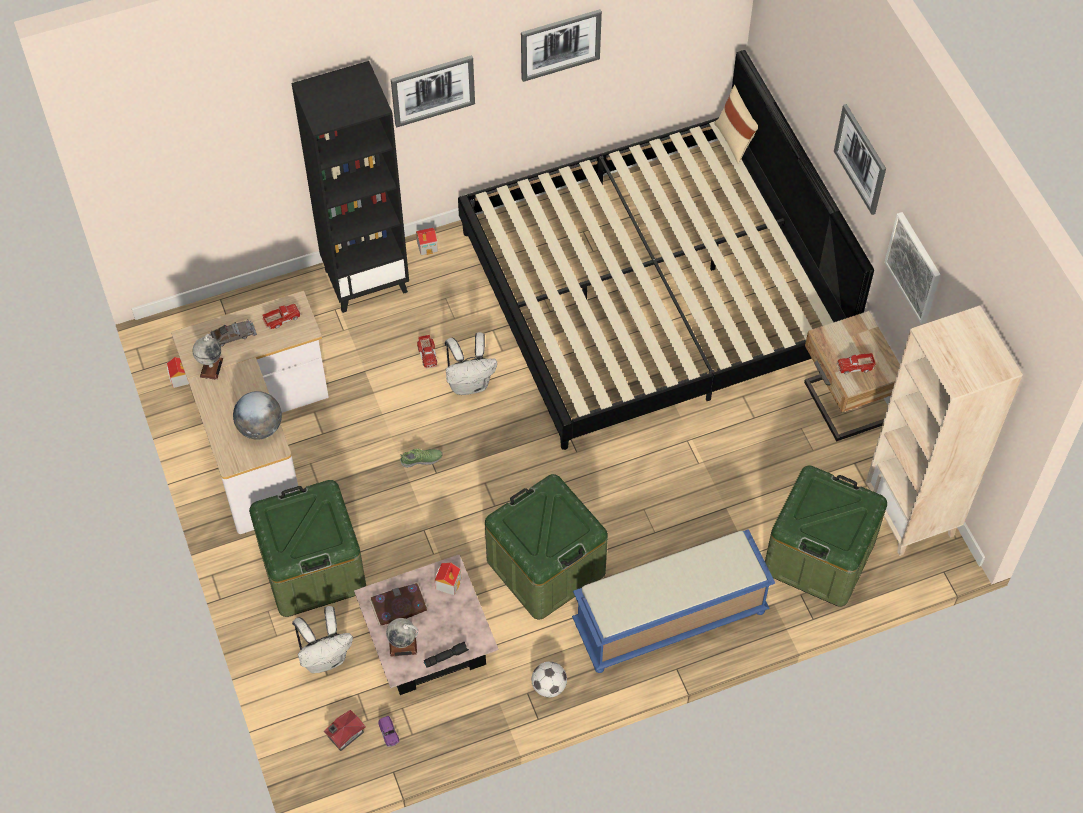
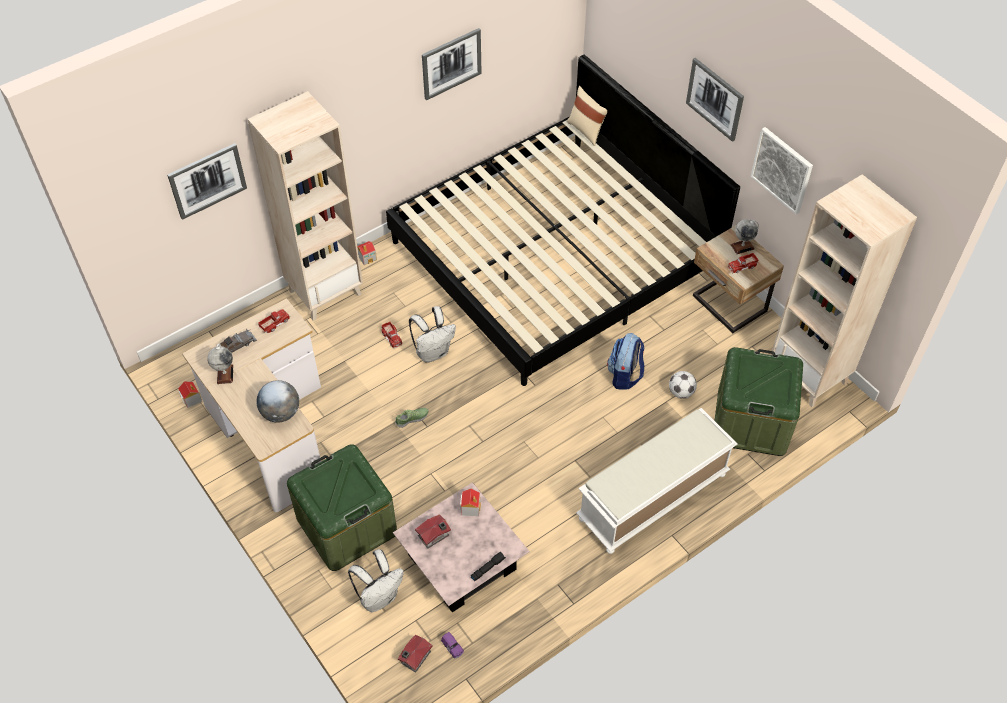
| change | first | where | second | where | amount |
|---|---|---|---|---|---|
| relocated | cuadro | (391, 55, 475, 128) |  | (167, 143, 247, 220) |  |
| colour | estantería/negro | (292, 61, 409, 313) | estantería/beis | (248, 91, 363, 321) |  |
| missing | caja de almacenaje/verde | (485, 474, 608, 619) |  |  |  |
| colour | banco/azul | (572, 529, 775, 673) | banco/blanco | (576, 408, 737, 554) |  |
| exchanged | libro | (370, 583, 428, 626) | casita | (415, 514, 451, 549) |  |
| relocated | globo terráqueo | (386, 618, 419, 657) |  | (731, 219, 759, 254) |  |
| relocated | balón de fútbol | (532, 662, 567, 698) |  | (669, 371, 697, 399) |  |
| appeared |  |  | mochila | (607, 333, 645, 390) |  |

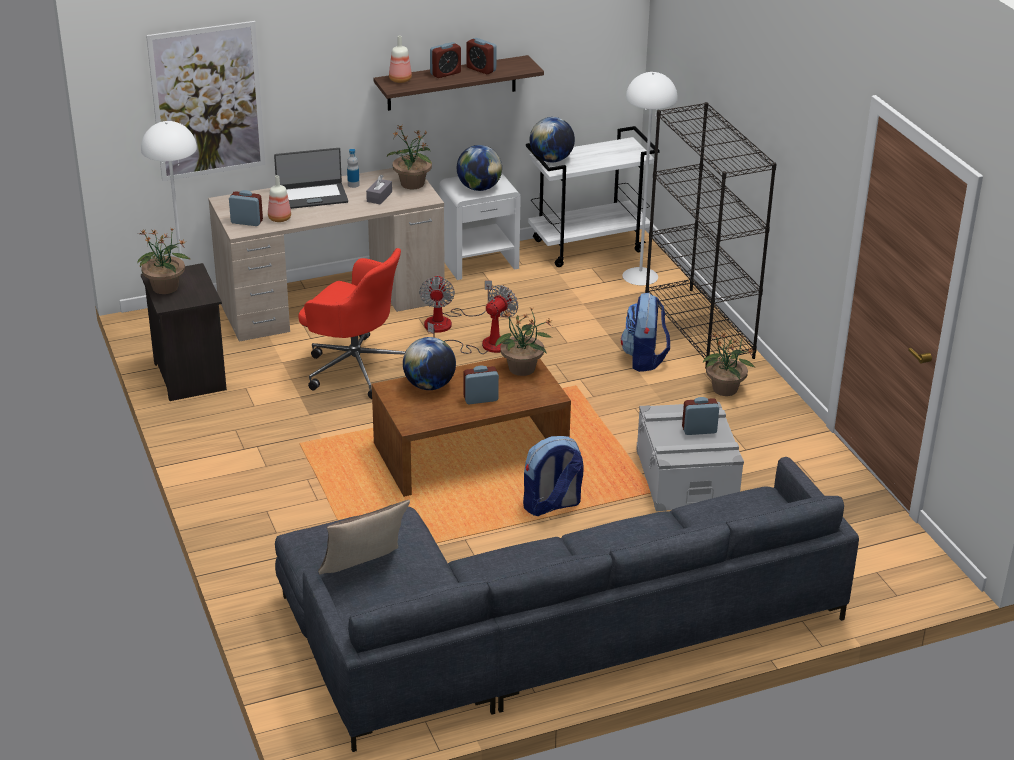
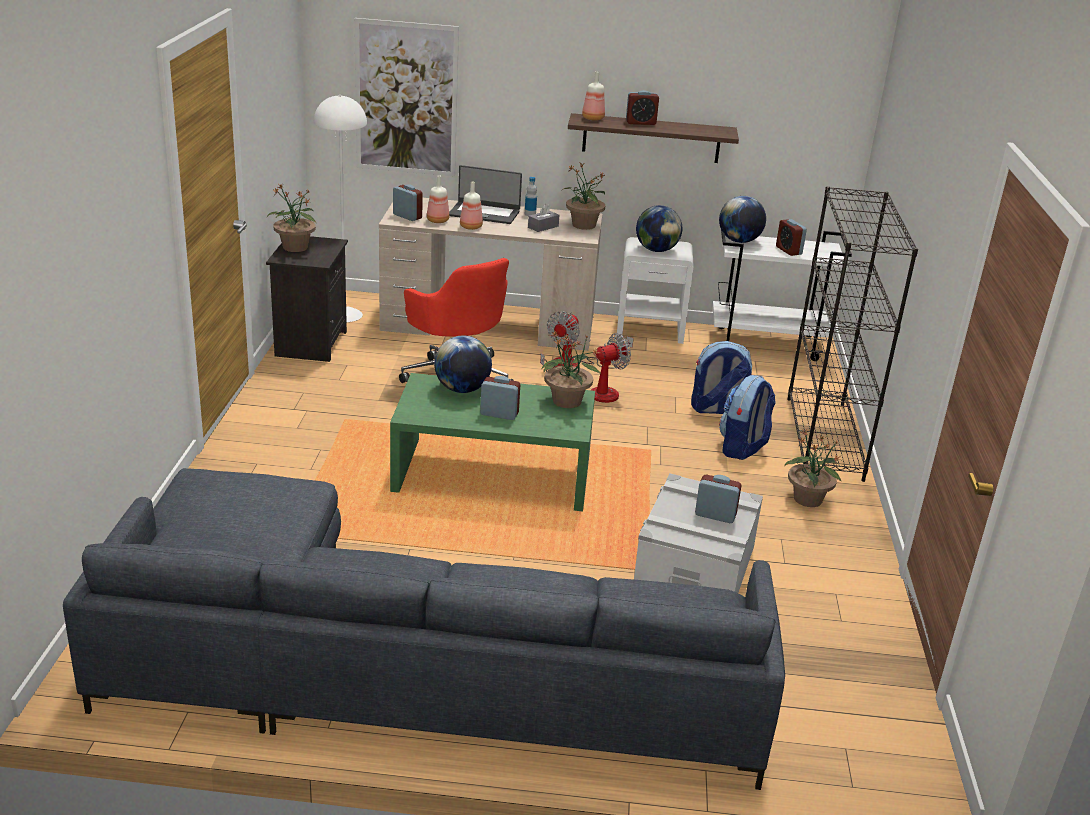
| change | first | where | second | where | amount |
|---|---|---|---|---|---|
| relocated | despertador | (467, 38, 497, 74) |  | (776, 219, 807, 256) |  |
| missing | lámpara de pie/blanco | (622, 72, 678, 285) |  |  |  |
| colour | mesa de centro/marrón | (372, 357, 571, 497) | mesa de centro/verde | (390, 373, 595, 511) |  |
| relocated | mochila | (523, 436, 584, 516) |  | (691, 341, 752, 414) |  |
| missing | cojín | (318, 500, 410, 575) |  |  |  |
| appeared |  |  | botella | (460, 181, 483, 230) |  |

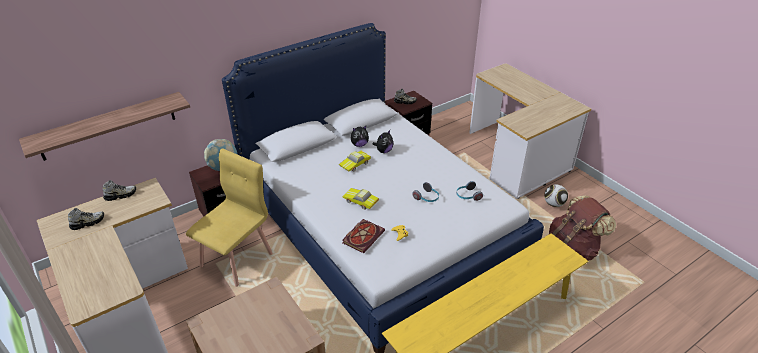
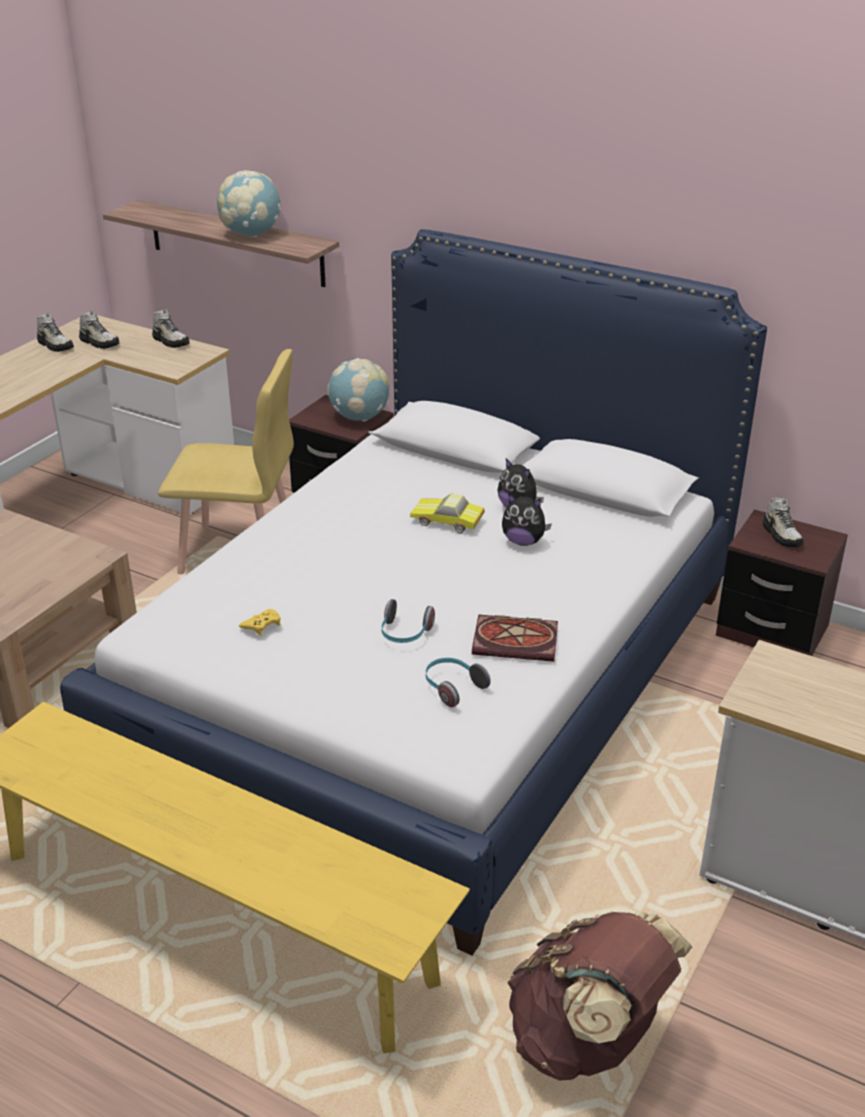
| change | first | where | second | where | amount |
|---|---|---|---|---|---|
| missing | balón de fútbol | (544, 184, 568, 207) |  |  |  |
| missing | coche de juguete | (342, 188, 379, 210) |  |  |  |
| relocated | libro | (342, 219, 385, 253) |  | (472, 614, 558, 662) |  |
| appeared |  |  | globo terráqueo | (217, 170, 281, 237) |  |
| appeared |  |  | zapato | (37, 313, 74, 352) |  |

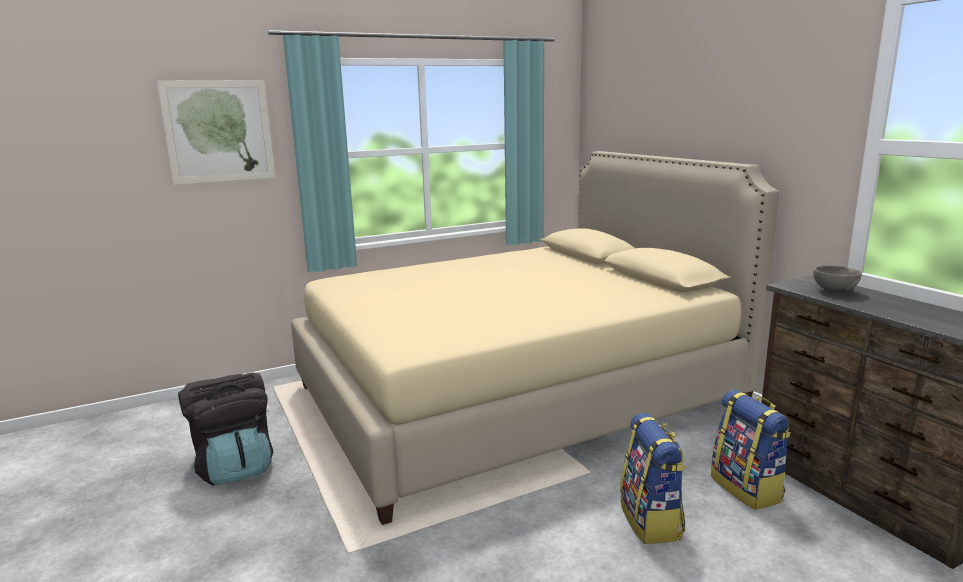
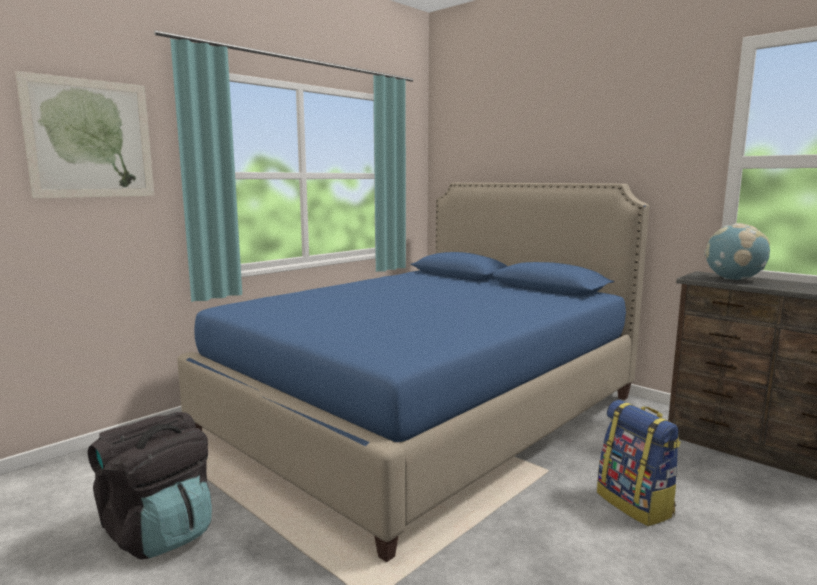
| change | first | where | second | where | amount |
|---|---|---|---|---|---|
| colour | cama/beis | (291, 151, 779, 525) | cama/azul | (177, 183, 649, 562) |  |
| exchanged | cuenco/gris | (813, 266, 862, 292) | globo terráqueo | (704, 223, 770, 280) |  |
| missing | mochila | (711, 389, 791, 510) |  |  |  |

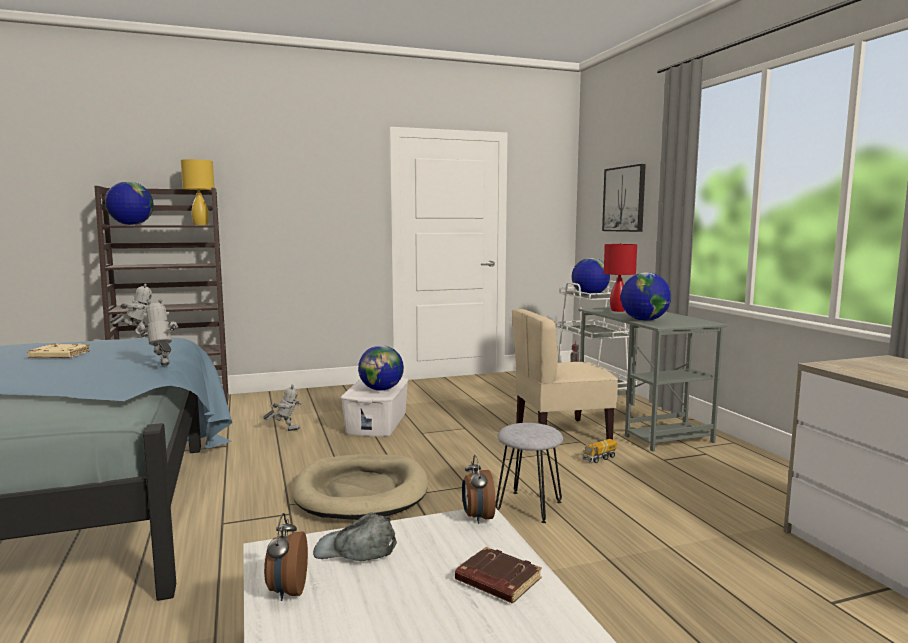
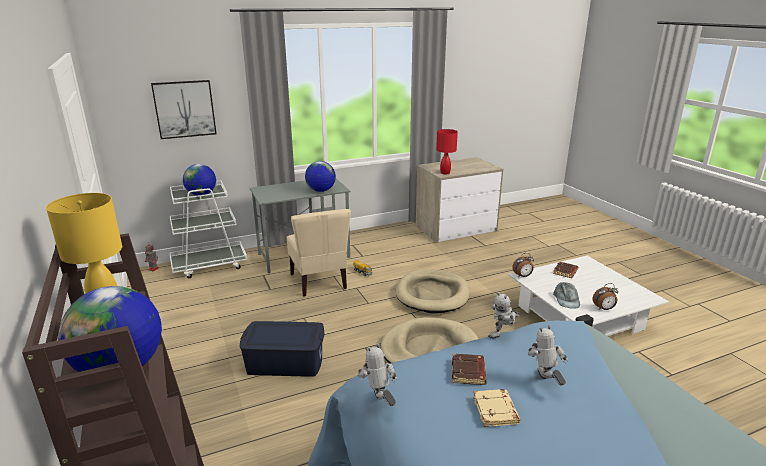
| change | first | where | second | where | amount |
|---|---|---|---|---|---|
| relocated | lámpara de mesa/rojo | (604, 243, 637, 312) |  | (436, 129, 458, 175) |  |
| missing | globo terráqueo | (358, 345, 404, 391) |  |  |  |
| colour | caja de almacenaje/blanco | (341, 378, 409, 436) | caja de almacenaje/azul | (240, 321, 325, 377) |  |
| relocated | robot de juguete | (263, 385, 302, 431) |  | (528, 325, 568, 386) |  |
| exchanged | taburete/gris | (496, 423, 563, 523) | cama para perro/beis | (396, 270, 470, 313) |  |
| appeared |  |  | libro/marrón | (452, 353, 487, 385) |  |

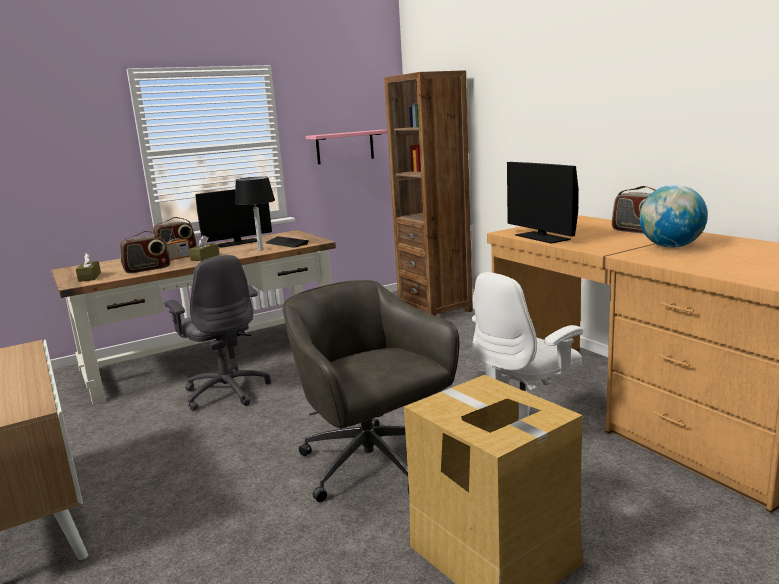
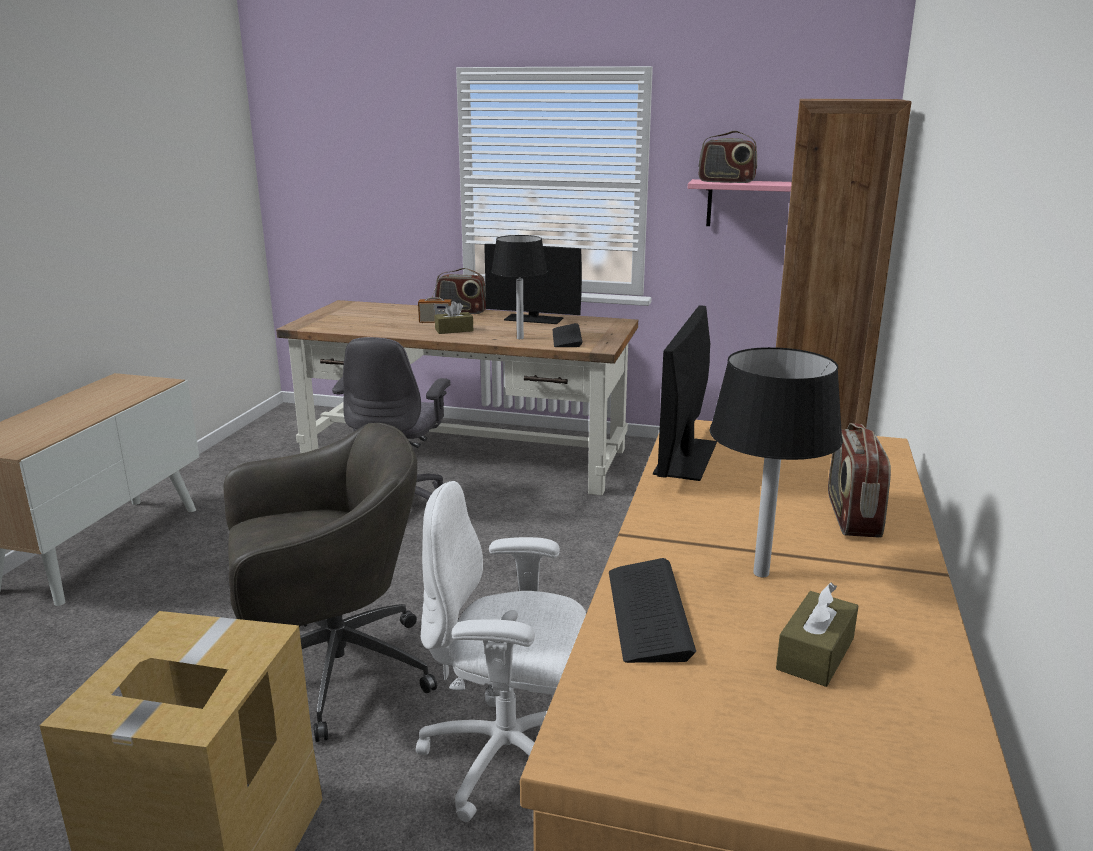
| change | first | where | second | where | amount |
|---|---|---|---|---|---|
| exchanged | globo terráqueo | (639, 185, 708, 248) | lámpara de mesa/negro | (710, 347, 843, 577) |  |
| relocated | radio | (120, 231, 170, 273) |  | (698, 131, 757, 183) |  |
| relocated | caja de pañuelos/marrón | (76, 253, 101, 282) |  | (776, 583, 858, 687) |  |
| spun | silla de oficina/gris | (282, 280, 459, 502) |  | (223, 423, 437, 742) | 60 degrees clockwise |
| appeared |  |  | teclado | (609, 558, 696, 663) |  |

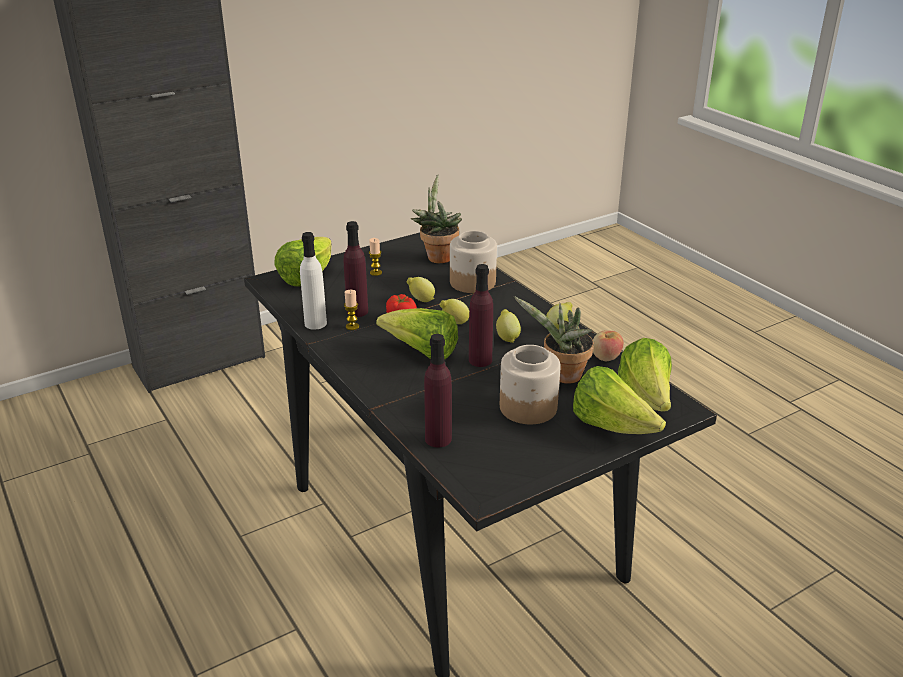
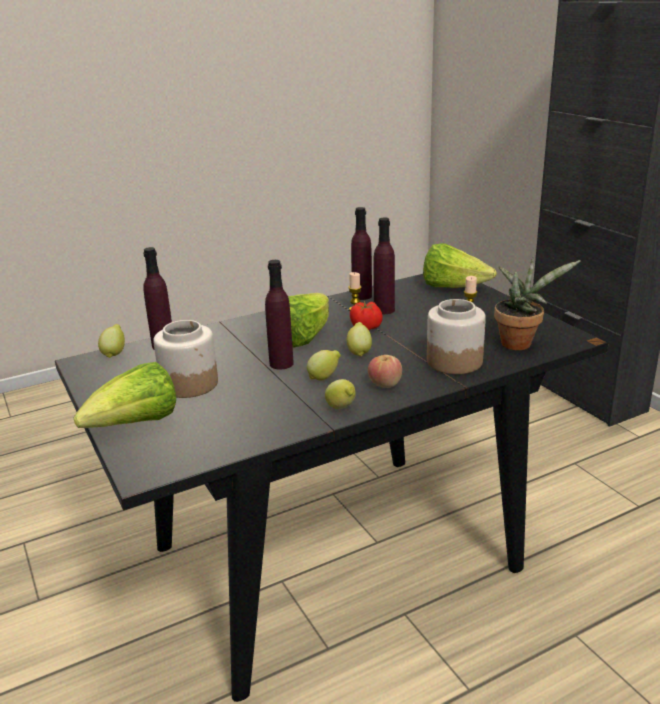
| change | first | where | second | where | amount |
|---|---|---|---|---|---|
| colour | botella/blanco | (300, 232, 327, 330) | botella/morado | (351, 207, 372, 300) |  |
| relocated | limón | (407, 277, 435, 302) |  | (98, 324, 125, 358) |  |
| missing | planta en maceta | (514, 296, 594, 384) |  |  |  |
| relocated | manzana | (593, 330, 624, 361) |  | (368, 355, 402, 388) |  |
| missing | lechuga | (618, 338, 672, 411) |  |  |  |

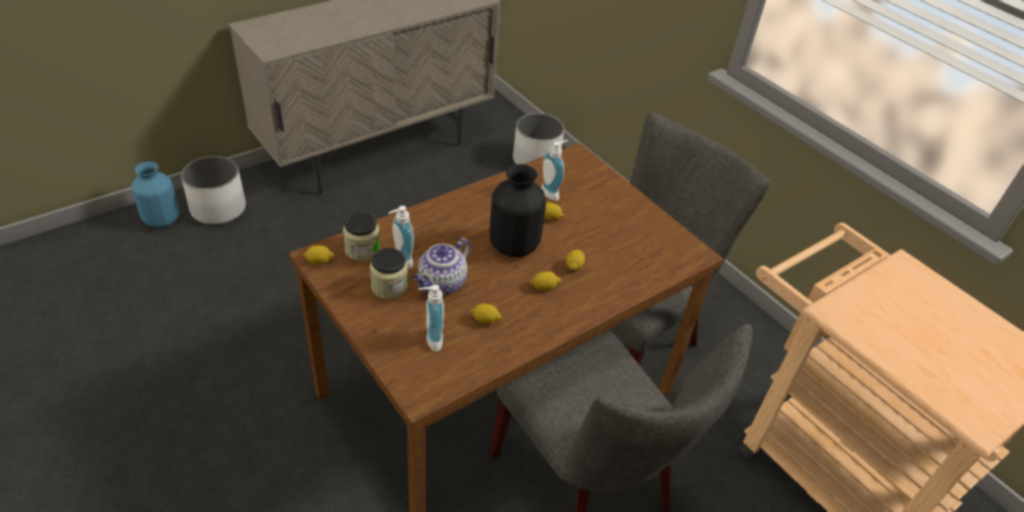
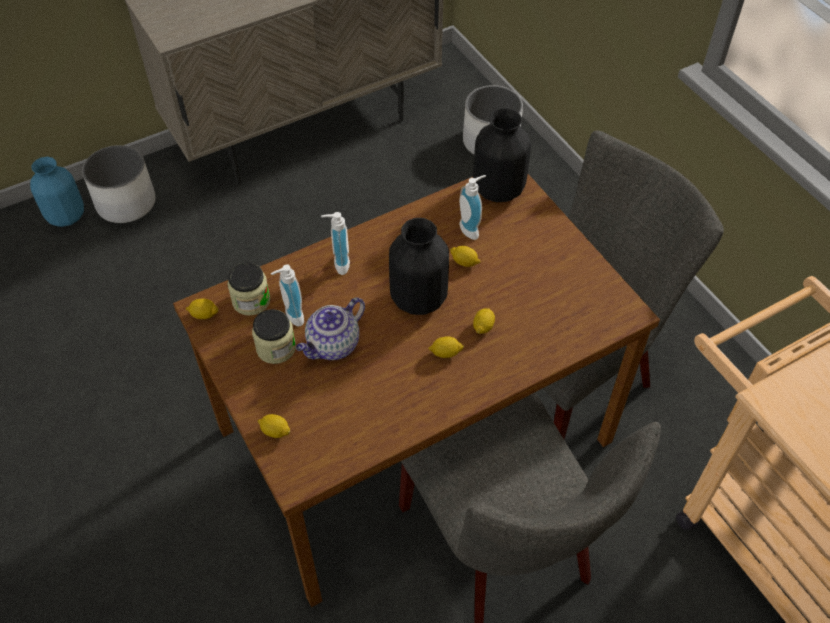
| change | first | where | second | where | amount |
|---|---|---|---|---|---|
| relocated | dispensador de jabón | (418, 284, 444, 352) |  | (321, 212, 350, 275) |  |
| relocated | limón | (470, 304, 502, 324) |  | (258, 414, 290, 438) |  |
| appeared |  |  | florero/negro | (473, 108, 531, 202) |  |

